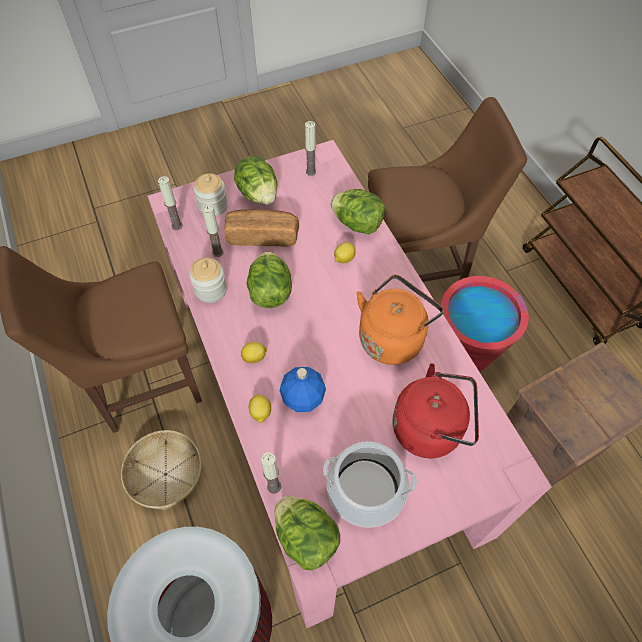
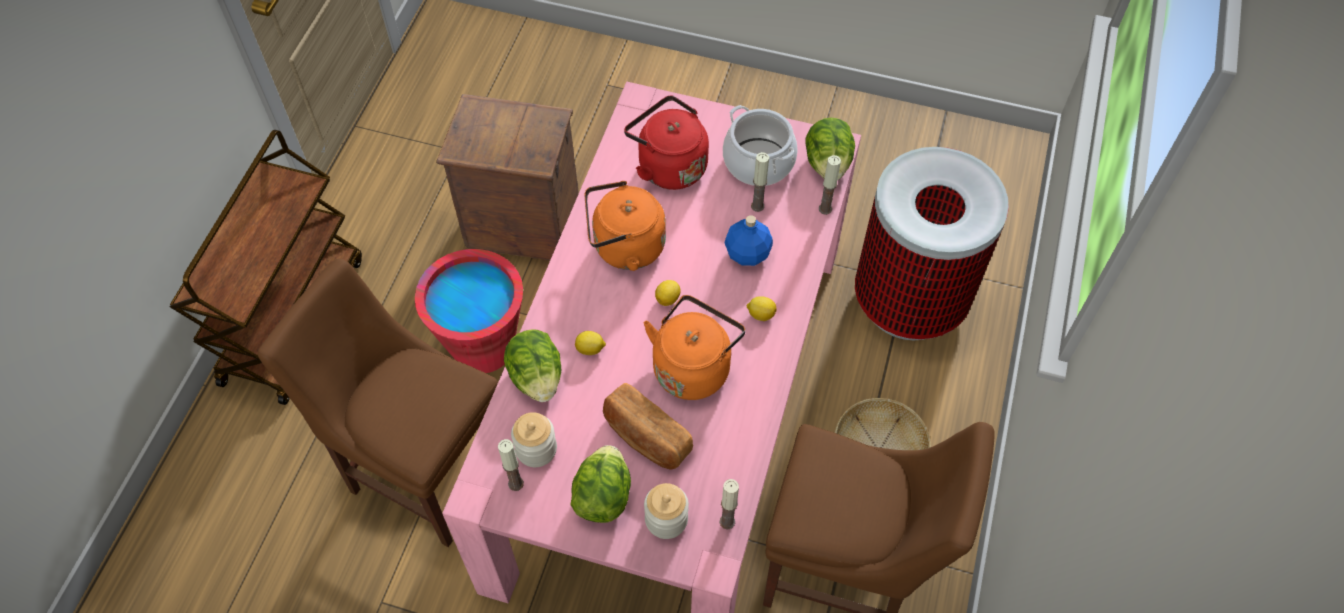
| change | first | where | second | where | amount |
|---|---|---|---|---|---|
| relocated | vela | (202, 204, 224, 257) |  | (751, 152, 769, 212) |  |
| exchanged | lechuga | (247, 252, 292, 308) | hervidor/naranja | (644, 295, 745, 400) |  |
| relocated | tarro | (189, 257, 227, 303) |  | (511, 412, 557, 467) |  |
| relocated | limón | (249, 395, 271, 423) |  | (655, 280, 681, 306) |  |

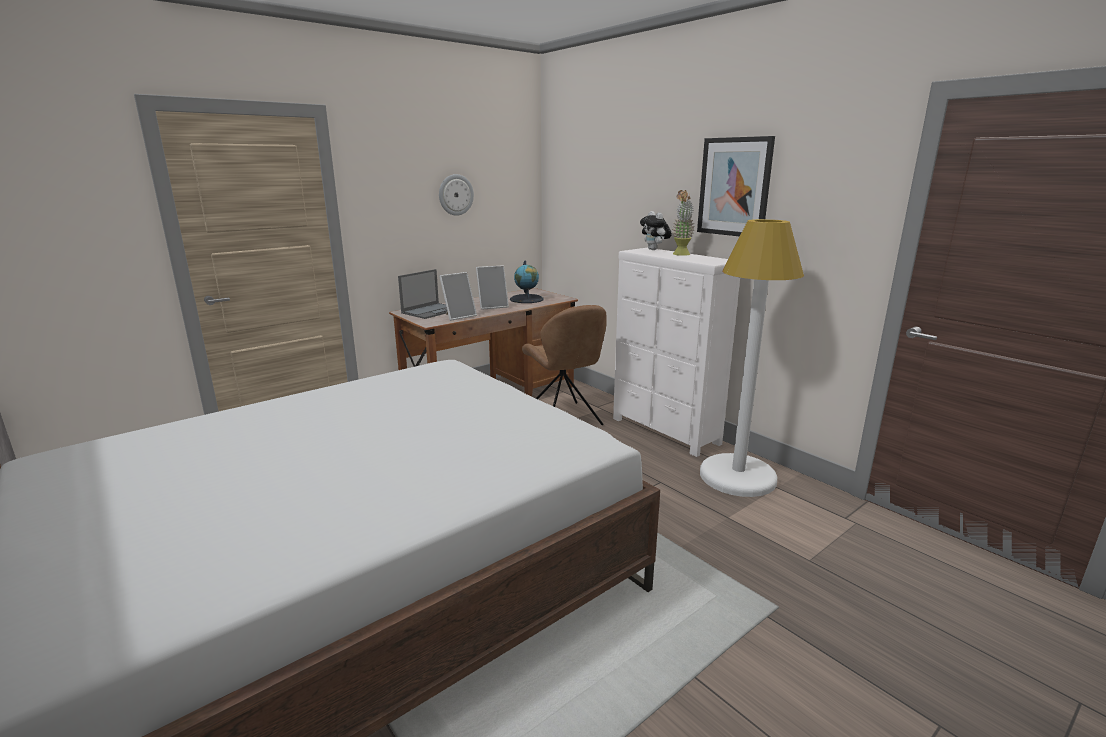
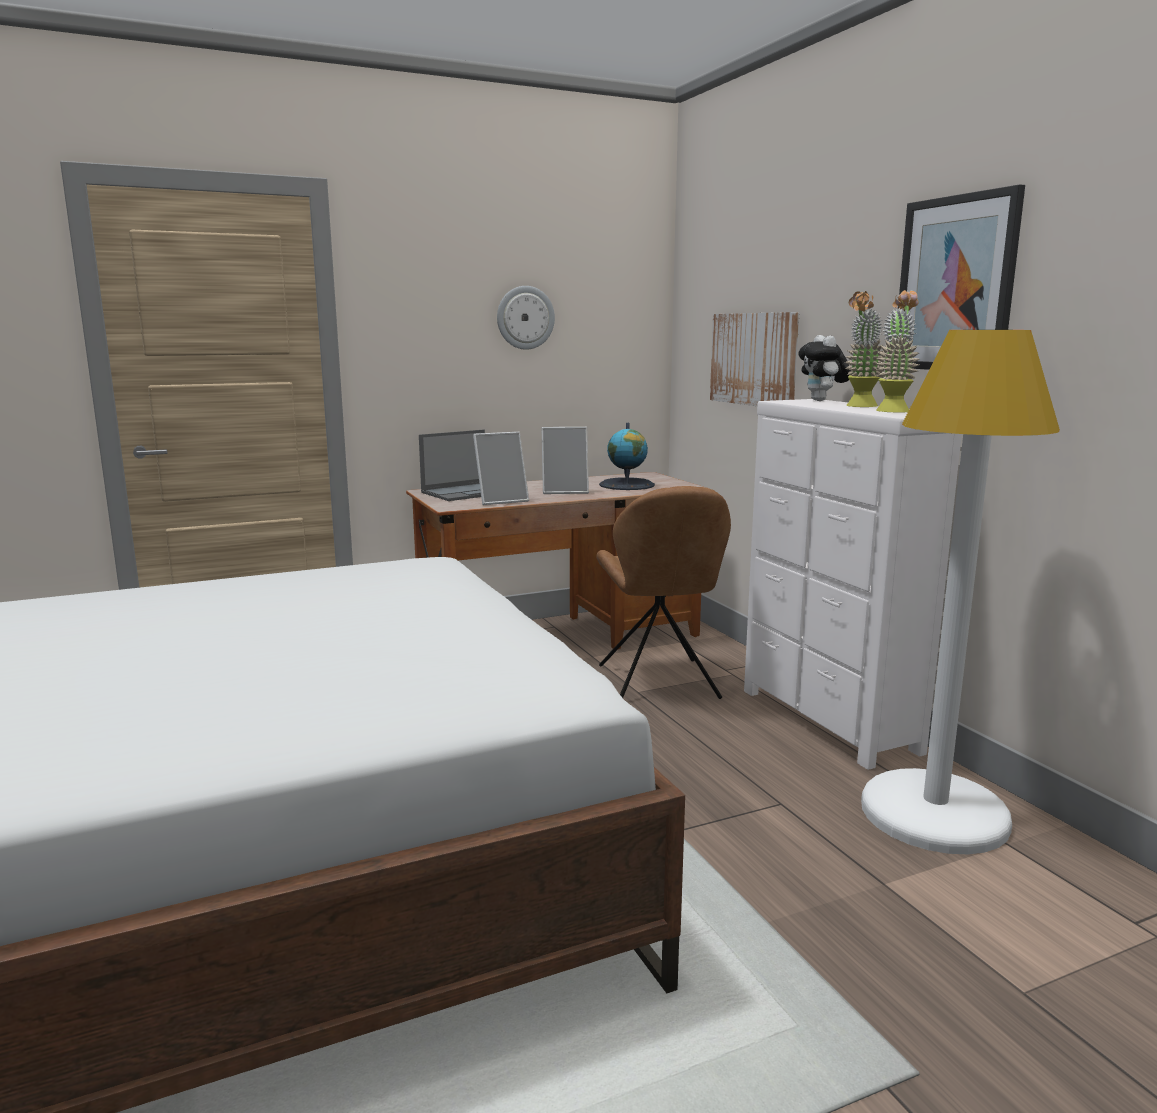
| change | first | where | second | where | amount |
|---|---|---|---|---|---|
| appeared |  |  | planta en maceta | (875, 290, 920, 413) |  |
| appeared |  |  | cuadro | (710, 312, 800, 406) |  |

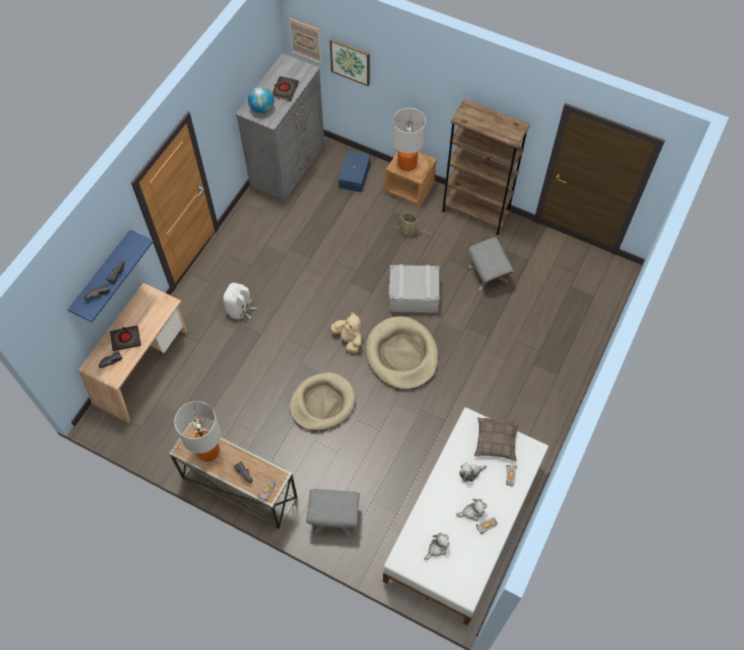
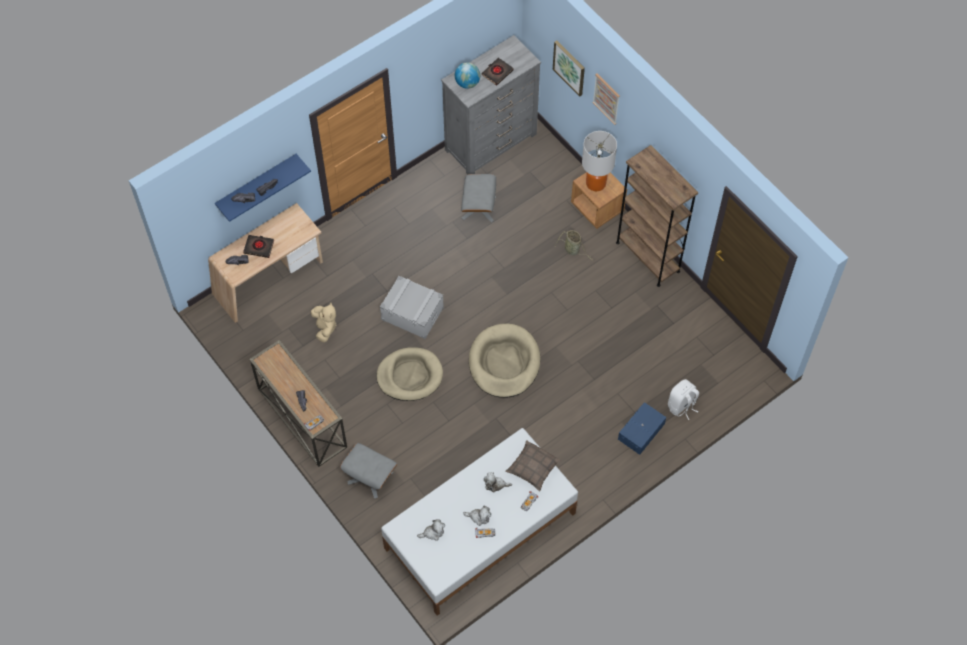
| change | first | where | second | where | amount |
|---|---|---|---|---|---|
| relocated | cuadro | (288, 18, 322, 64) |  | (592, 74, 620, 125) |  |
| relocated | caja de almacenaje/azul | (338, 150, 370, 192) |  | (618, 402, 666, 455) |  |
| relocated | puf/gris | (468, 237, 514, 291) |  | (461, 174, 496, 222) |  |
| relocated | caja de almacenaje/gris | (389, 264, 440, 313) |  | (380, 276, 444, 339) |  |
| relocated | mochila/blanco | (223, 282, 257, 319) |  | (668, 379, 699, 420) |  |
| relocated | peluche/beis | (331, 312, 361, 353) |  | (311, 302, 337, 342) |  |
| missing | lámpara de mesa | (174, 401, 221, 462) |  |  |  |

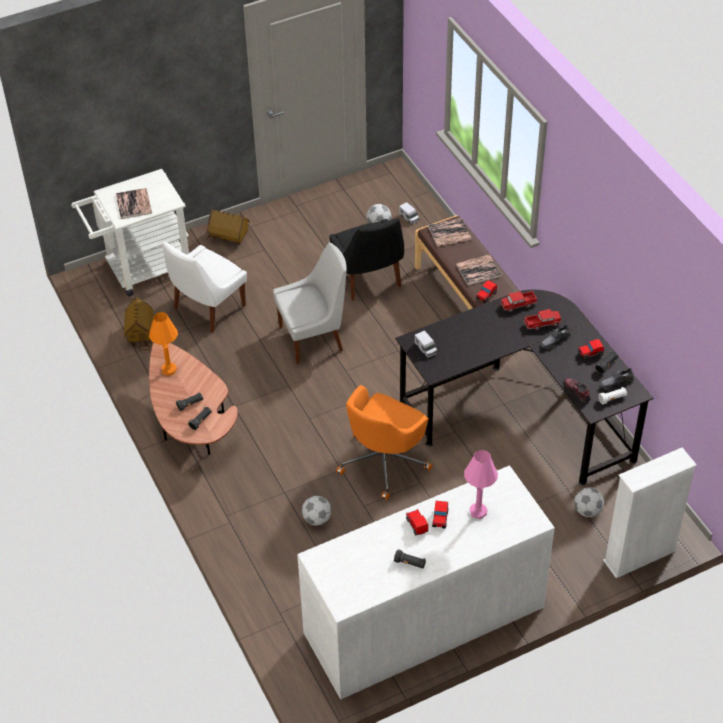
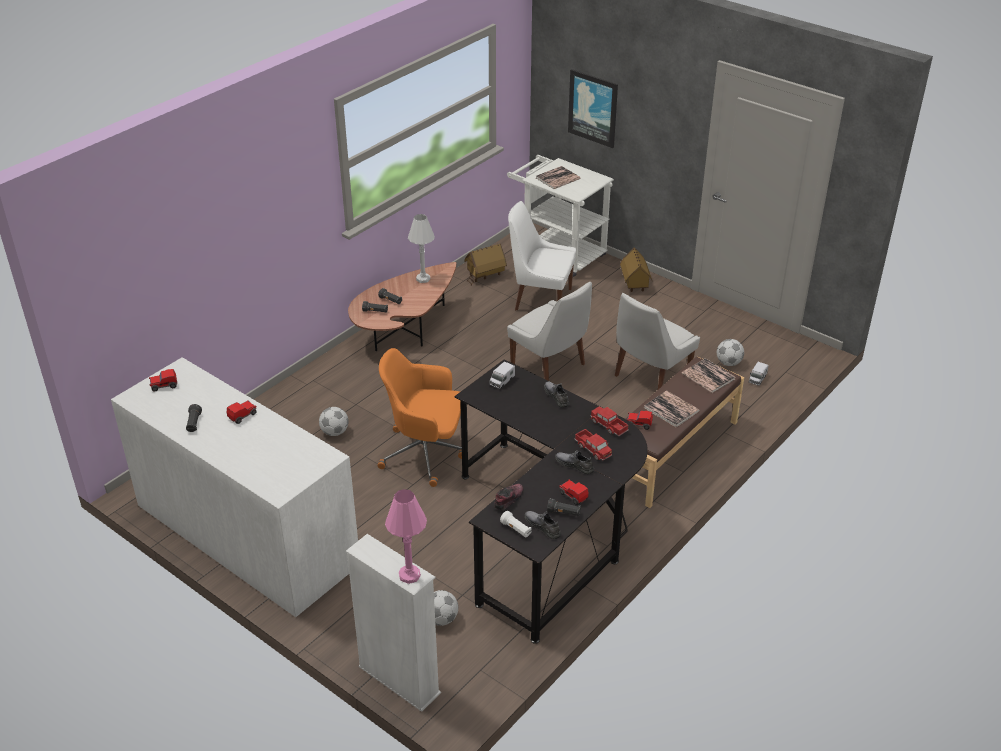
| change | first | where | second | where | amount |
|---|---|---|---|---|---|
| colour | silla/negro | (330, 218, 404, 301) | silla/blanco | (615, 293, 700, 389) |  |
| colour | lámpara de mesa/naranja | (149, 312, 178, 376) | lámpara de mesa/blanco | (408, 214, 435, 283) |  |
| relocated | lámpara de mesa/rosa | (464, 450, 498, 519) |  | (385, 489, 427, 584) |  |
| relocated | coche de juguete | (432, 501, 448, 529) |  | (149, 369, 177, 391) |  |
| appeared |  |  | cuadro | (568, 69, 618, 148) |  |
| appeared |  |  | zapato/gris | (544, 381, 570, 408) |  |

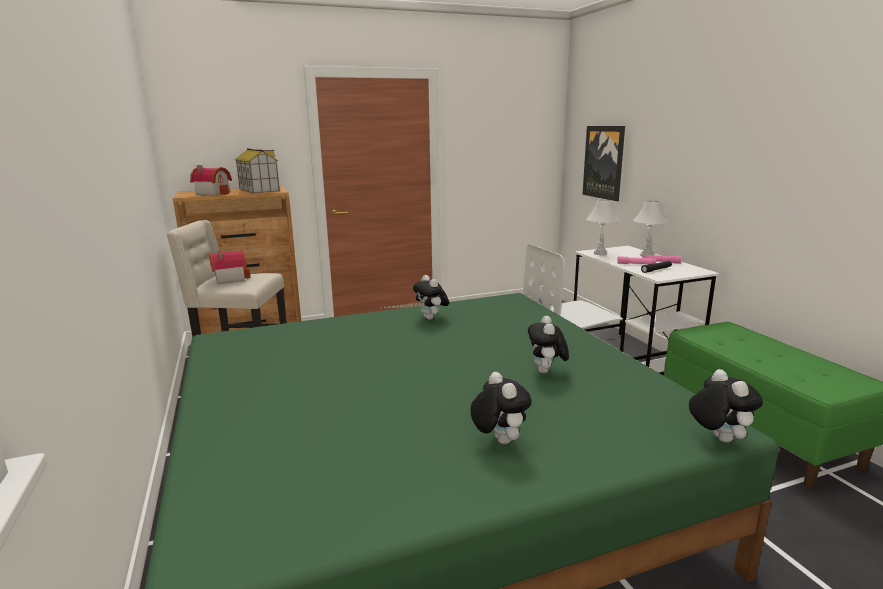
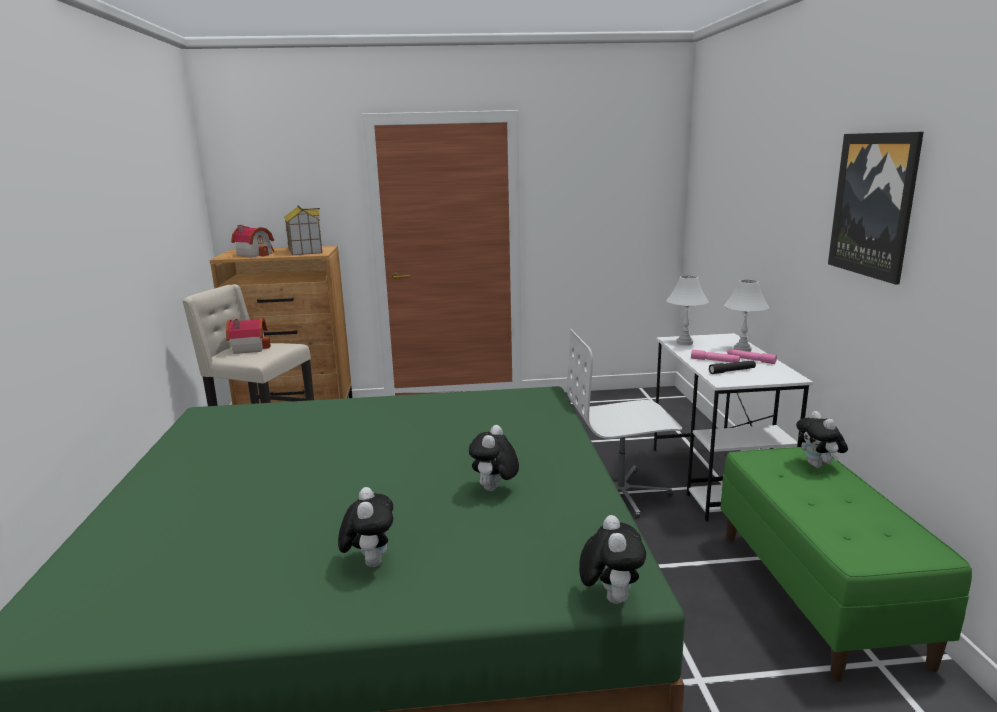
| change | first | where | second | where | amount |
|---|---|---|---|---|---|
| relocated | cuadro | (583, 126, 625, 201) |  | (828, 132, 924, 285) |  |
| relocated | peluche | (413, 275, 449, 320) |  | (796, 411, 848, 468) |  |

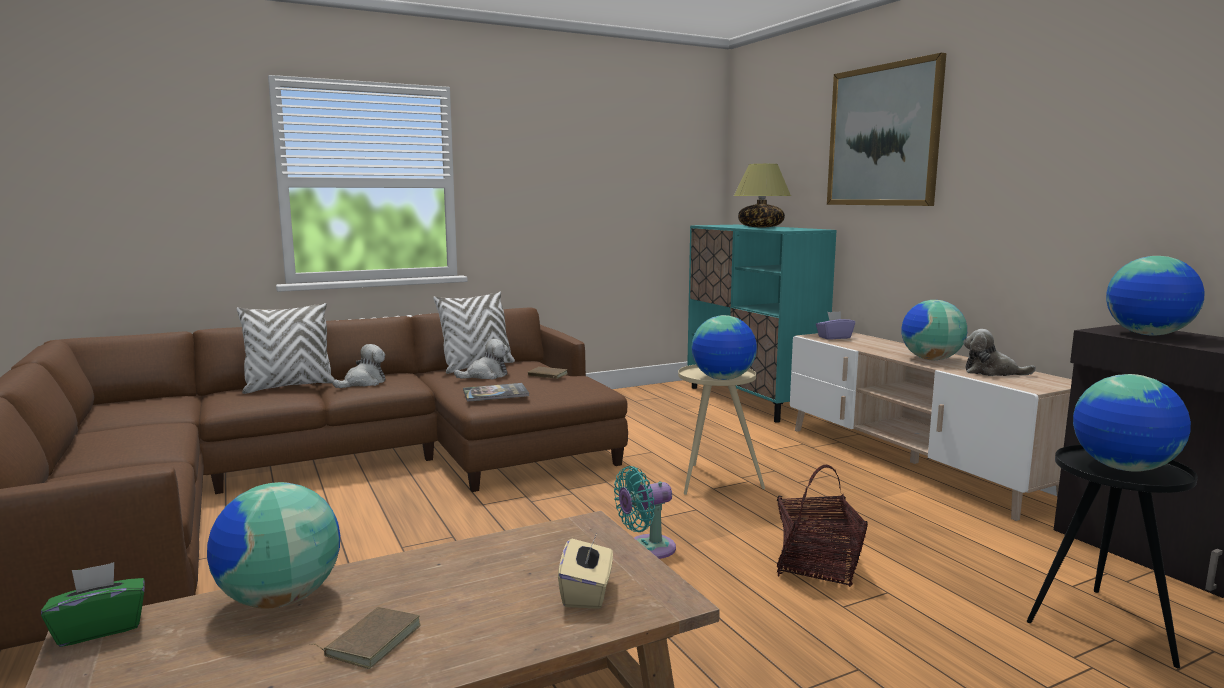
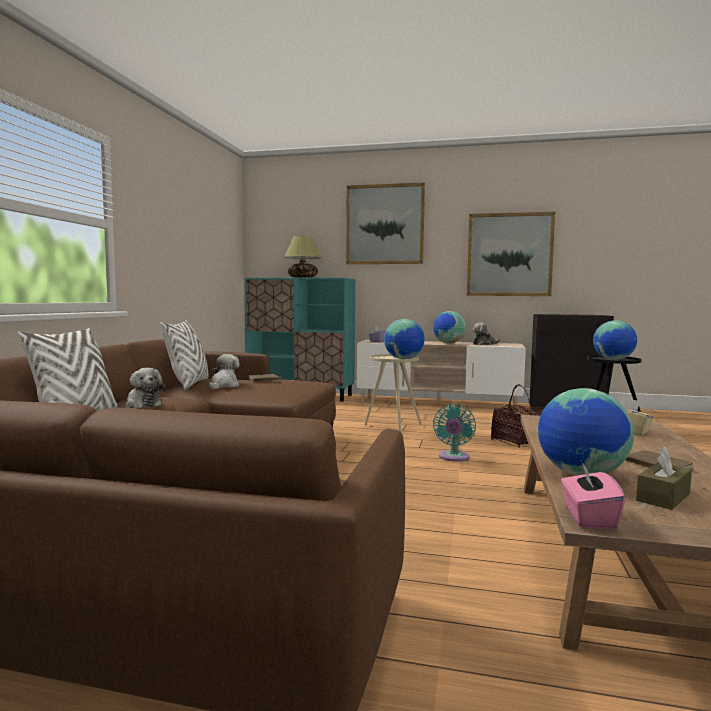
| change | first | where | second | where | amount |
|---|---|---|---|---|---|
| missing | globo terráqueo | (1106, 256, 1204, 336) |  |  |  |
| spun | peluche | (333, 344, 385, 388) |  | (126, 368, 166, 408) | 150 degrees clockwise |
| missing | libro | (463, 383, 529, 402) |  |  |  |
| colour | caja de pañuelos/verde | (41, 562, 145, 647) | caja de pañuelos/rosa | (561, 460, 625, 530) |  |
| appeared |  |  | cuadro | (467, 212, 555, 296) |  |
| appeared |  |  | caja de pañuelos/marrón | (636, 447, 692, 510) |  |

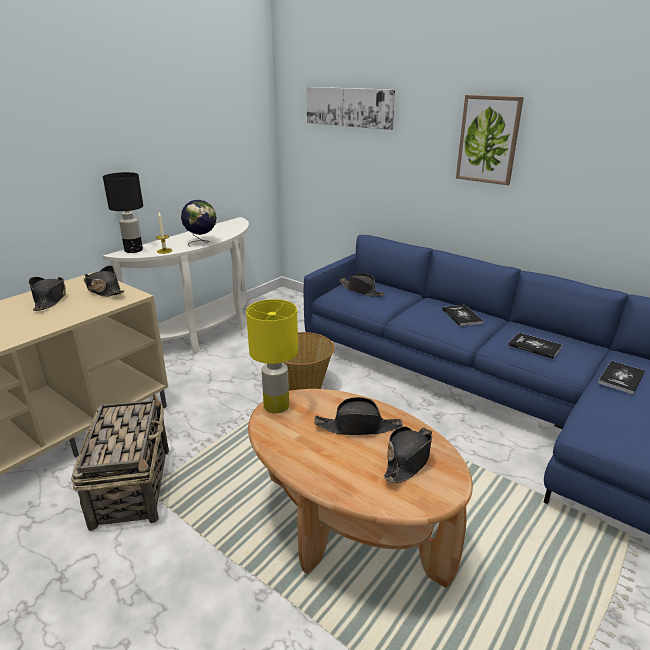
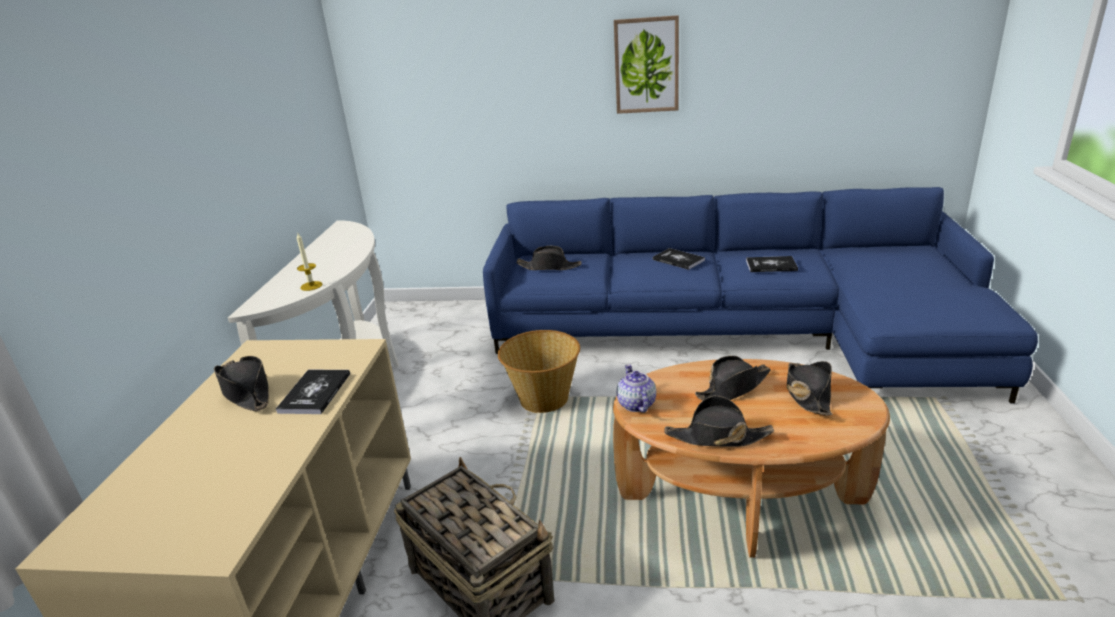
| change | first | where | second | where | amount |
|---|---|---|---|---|---|
| missing | cuadro | (306, 87, 395, 130) |  |  |  |
| missing | lámpara de mesa/negro | (103, 172, 143, 253) |  |  |  |
| missing | globo terráqueo | (181, 200, 217, 247) |  |  |  |
| relocated | sombrero/negro | (84, 265, 125, 297) |  | (664, 396, 774, 447) |  |
| exchanged | lámpara de mesa/amarillo | (246, 299, 298, 413) | tetera | (617, 364, 656, 413) |  |
| relocated | libro | (598, 360, 645, 395) |  | (276, 370, 350, 414) |  |

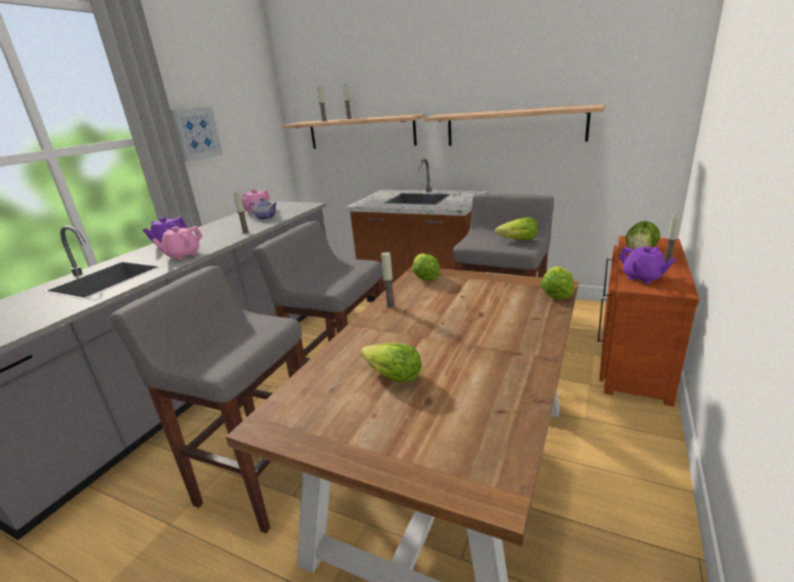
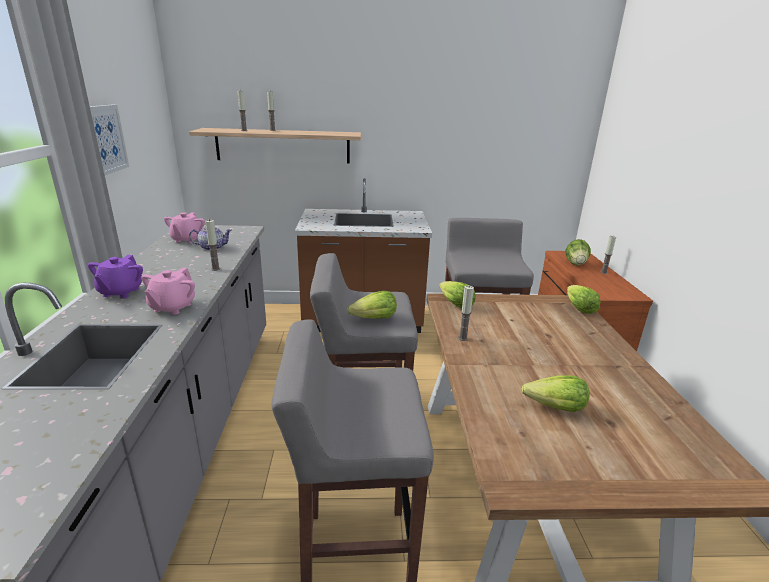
| change | first | where | second | where | amount |
|---|---|---|---|---|---|
| missing | estante | (424, 104, 606, 146) |  |  |  |
| relocated | lechuga | (495, 217, 538, 240) |  | (347, 291, 397, 319) |  |
| missing | tetera/morado | (618, 246, 676, 284) |  |  |  |

